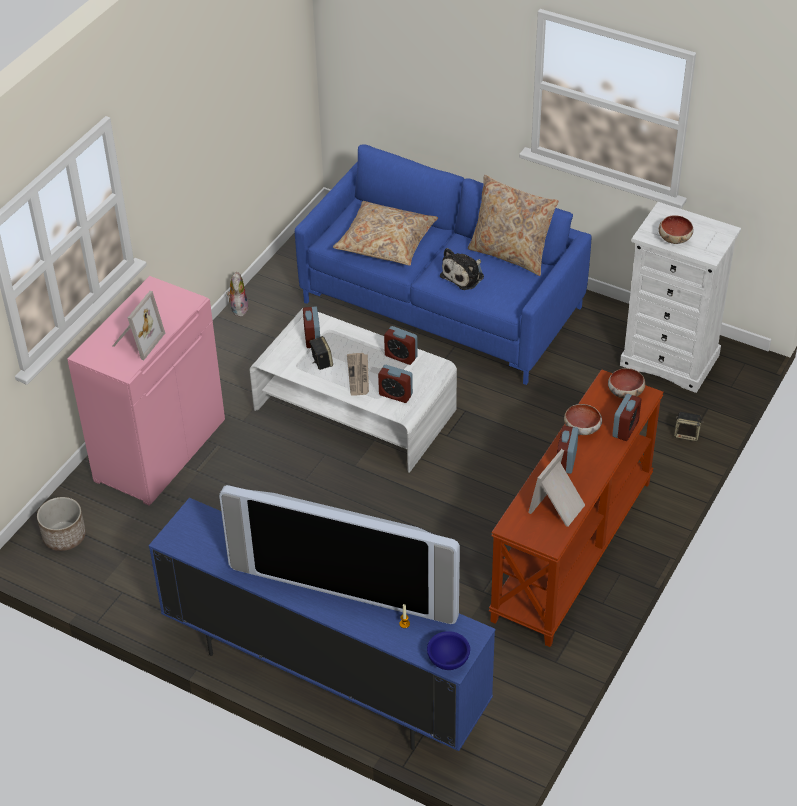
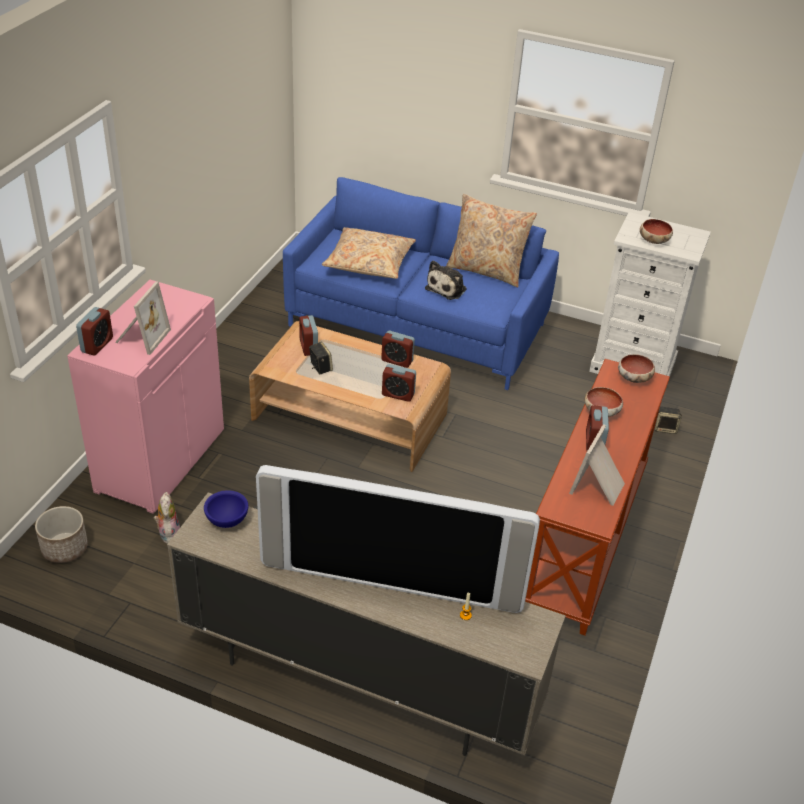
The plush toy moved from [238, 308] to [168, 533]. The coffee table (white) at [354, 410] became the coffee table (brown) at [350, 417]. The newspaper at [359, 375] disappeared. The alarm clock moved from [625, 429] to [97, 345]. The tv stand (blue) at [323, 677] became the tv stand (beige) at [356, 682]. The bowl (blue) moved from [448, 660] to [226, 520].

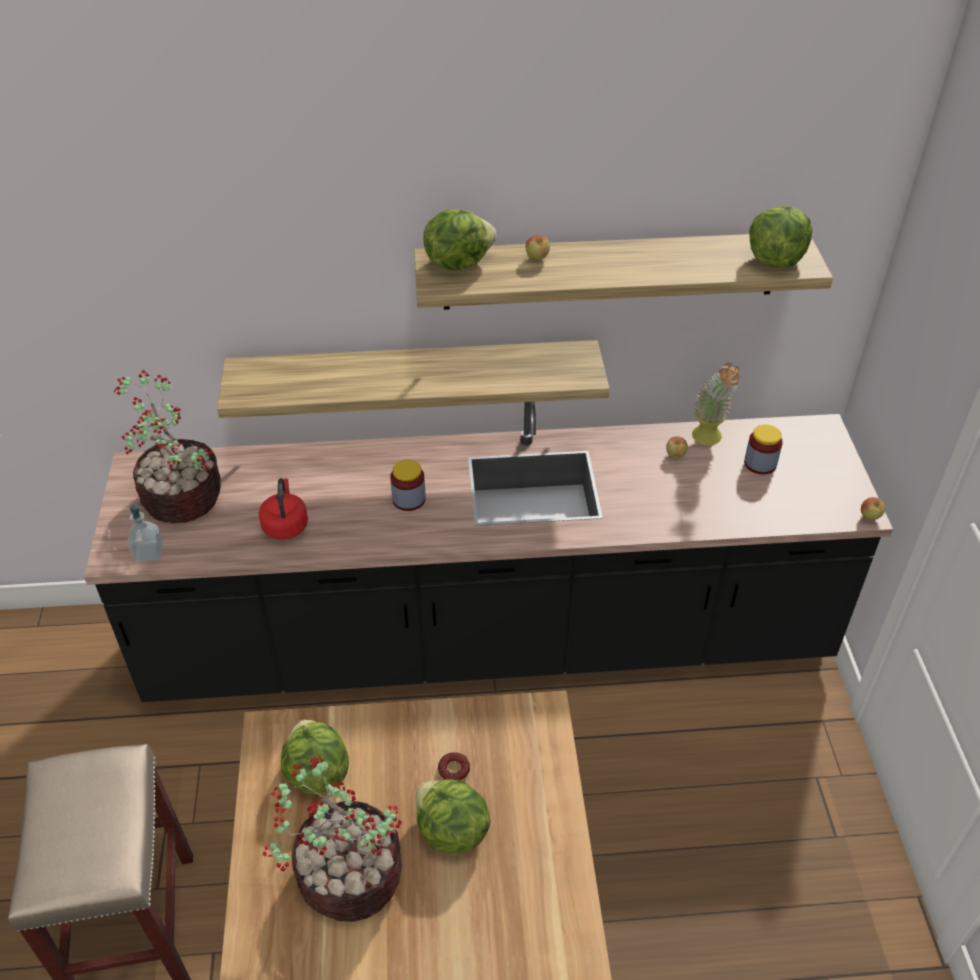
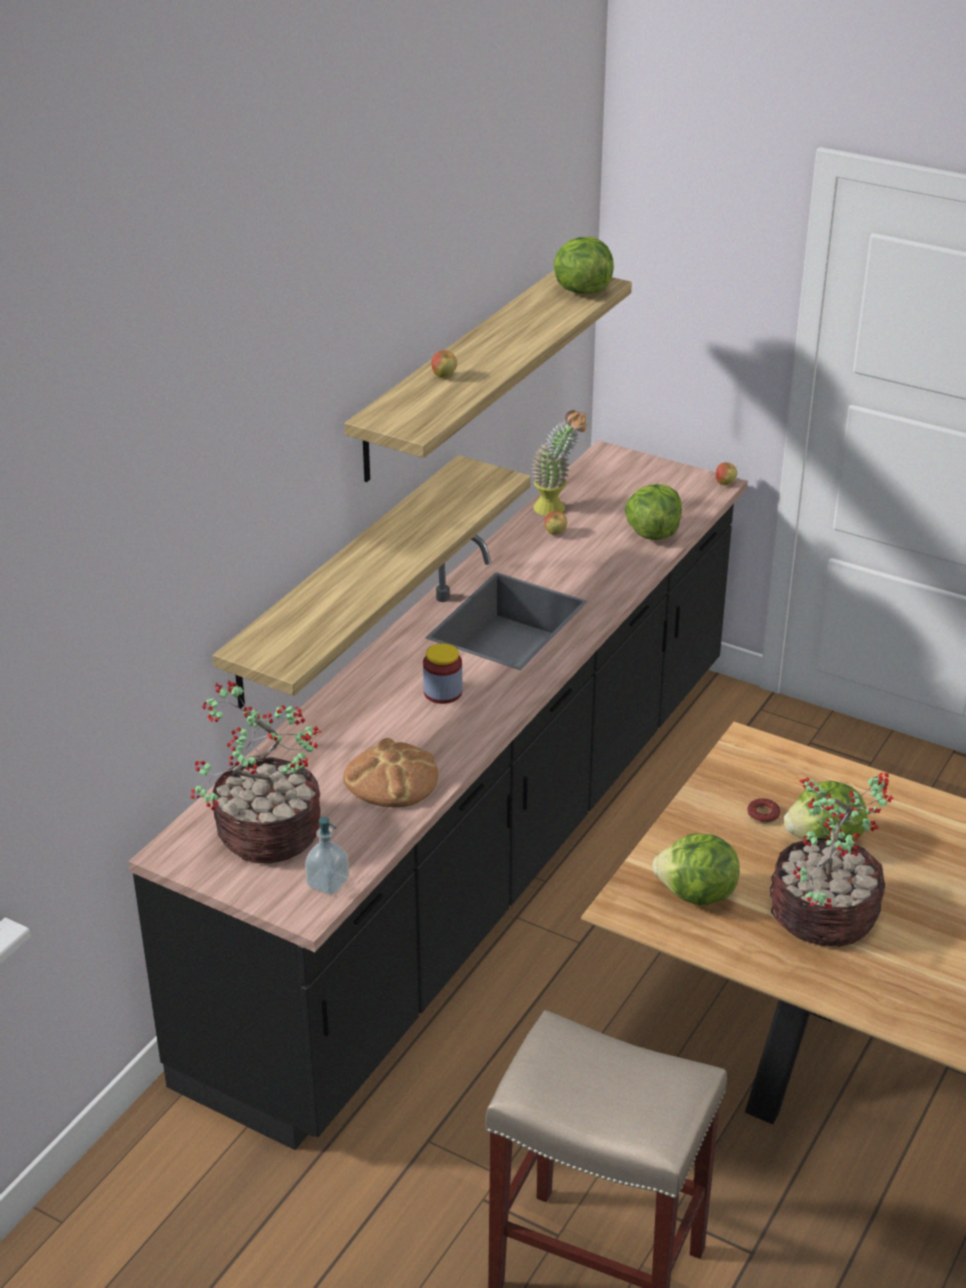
The lettuce moved from [457, 262] to [652, 533]. The jar at [760, 463] disappeared. The kettle (red) at [285, 525] was replaced by the bread at [391, 779].

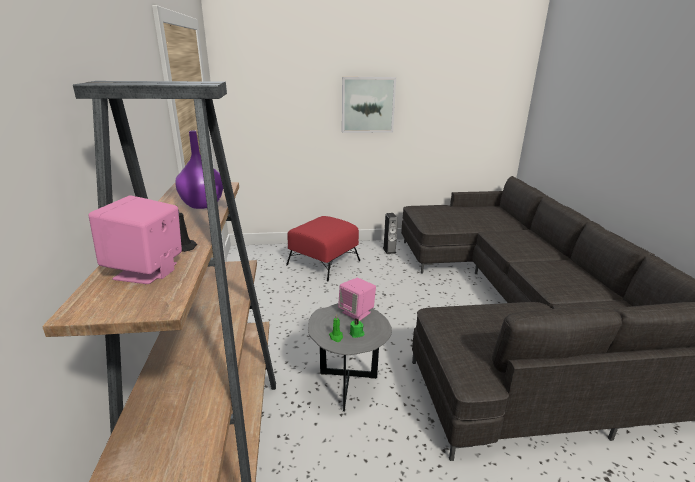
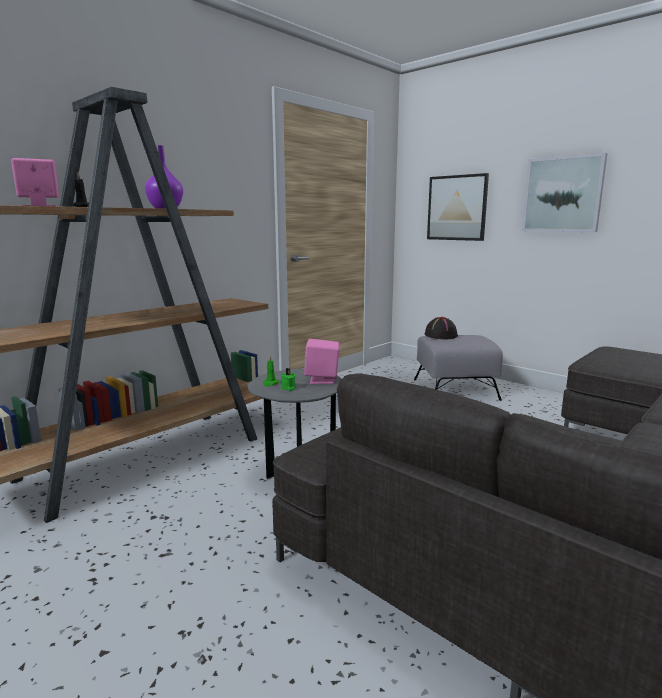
The speaker at [389, 250] disappeared. The ottoman (red) at [323, 263] became the ottoman (grey) at [454, 389]. The picture at [457, 208] appeared. The hat (black) at [440, 335] appeared.

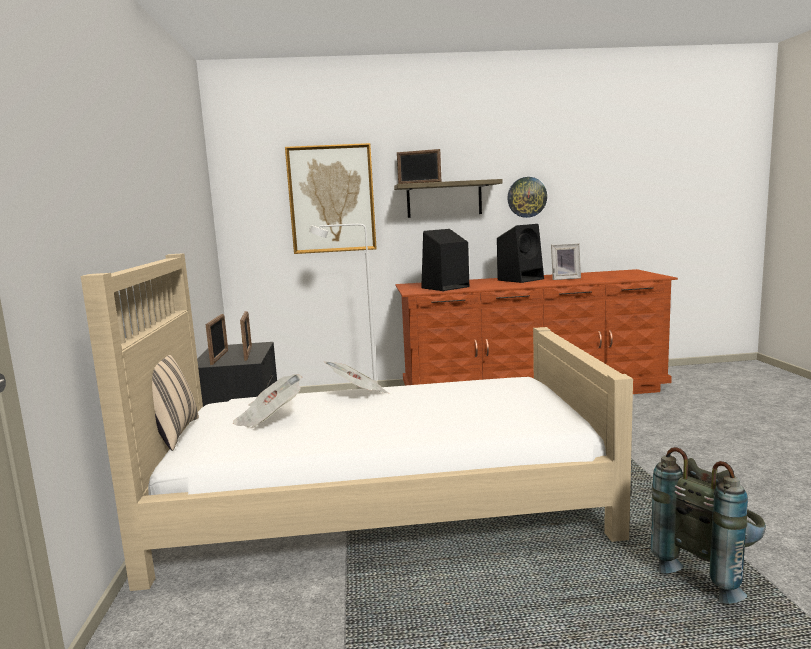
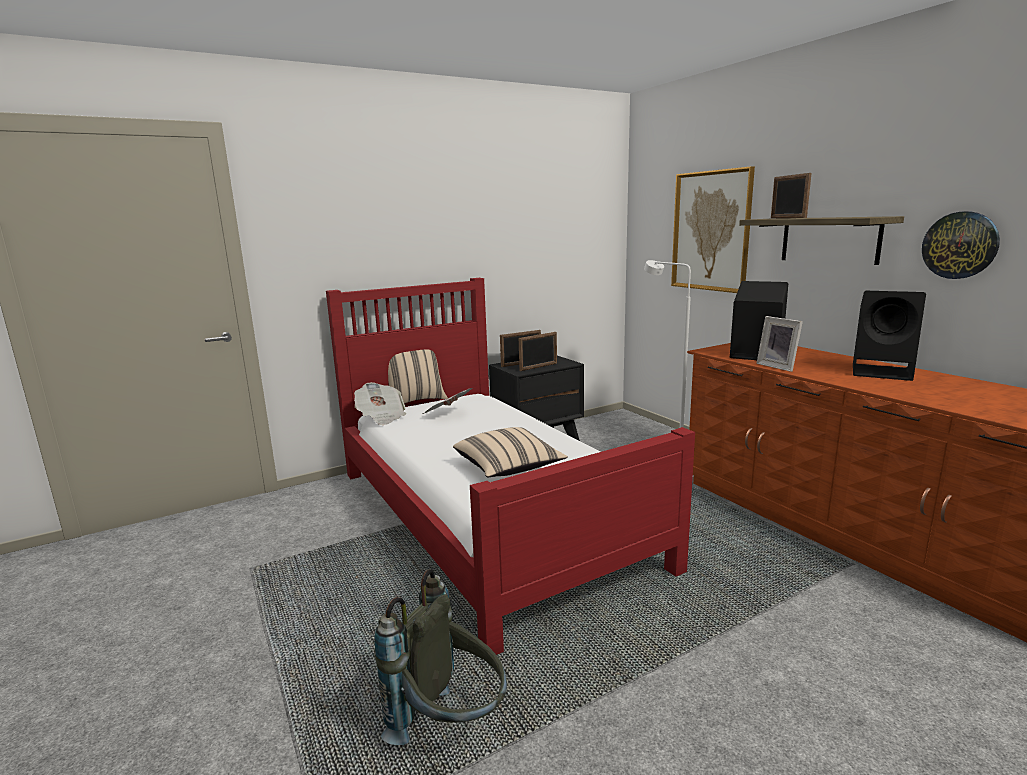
The picture frame moved from [565, 278] to [778, 366]. The bed (beige) at [379, 502] became the bed (red) at [486, 515]. The newspaper moved from [358, 393] to [381, 417]. The pillow (beige) at [508, 468] appeared.

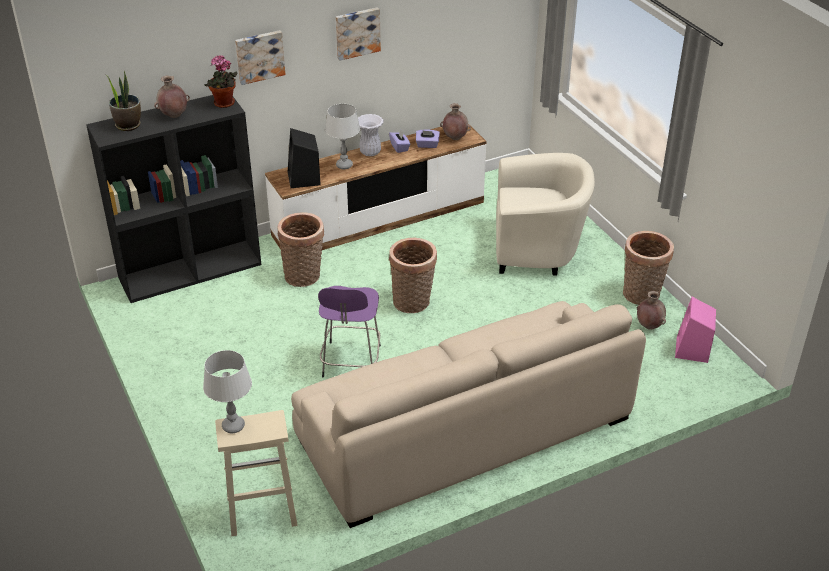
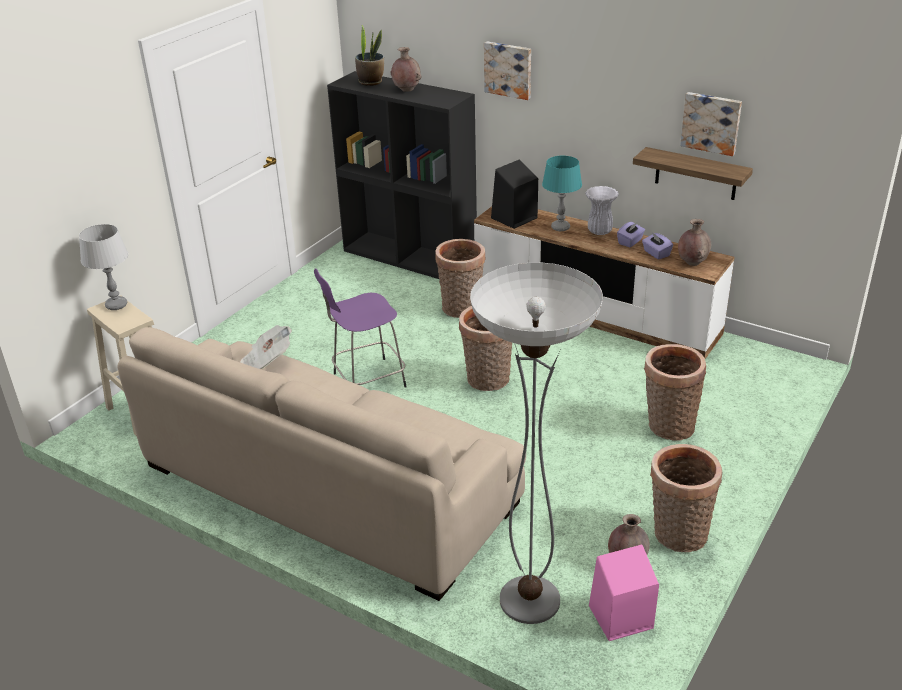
The picture moved from [357, 32] to [711, 123]. The potted plant at [224, 104] disappeared. The table lamp (grey) at [344, 165] became the table lamp (turquoise) at [560, 227]. The armchair (beige) at [538, 250] was replaced by the basket at [668, 426]. The shelf at [696, 174] appeared. The floor lamp at [529, 600] appeared. The newspaper at [267, 360] appeared.

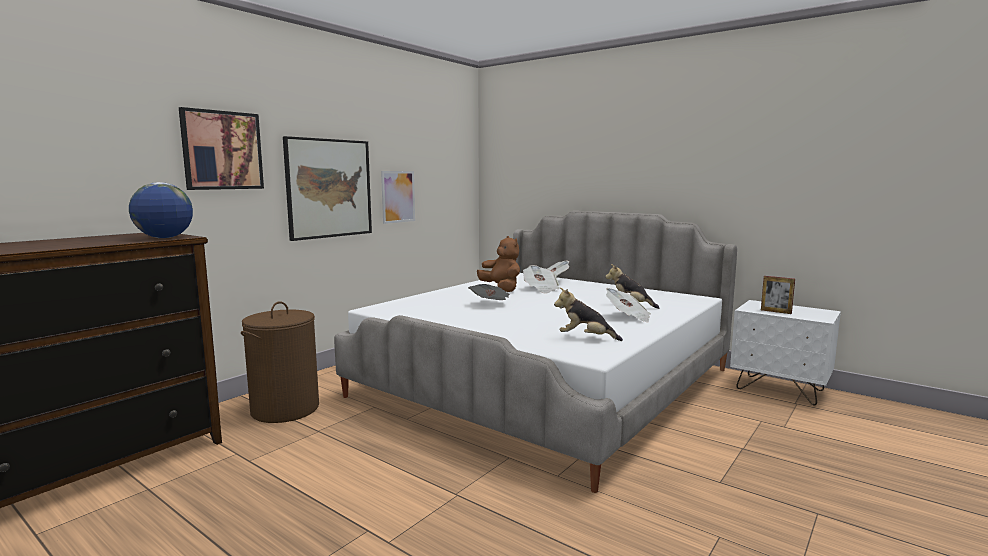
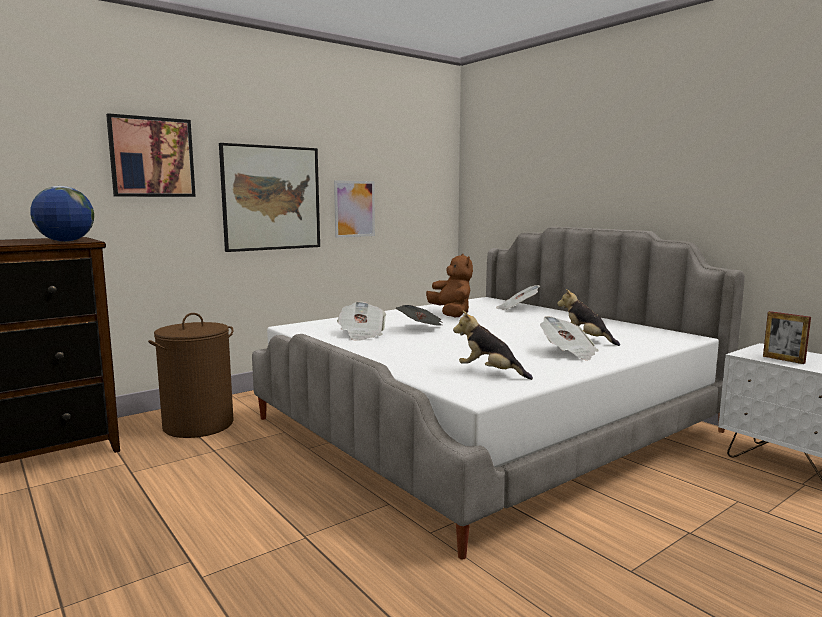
The newspaper moved from [541, 289] to [362, 334].

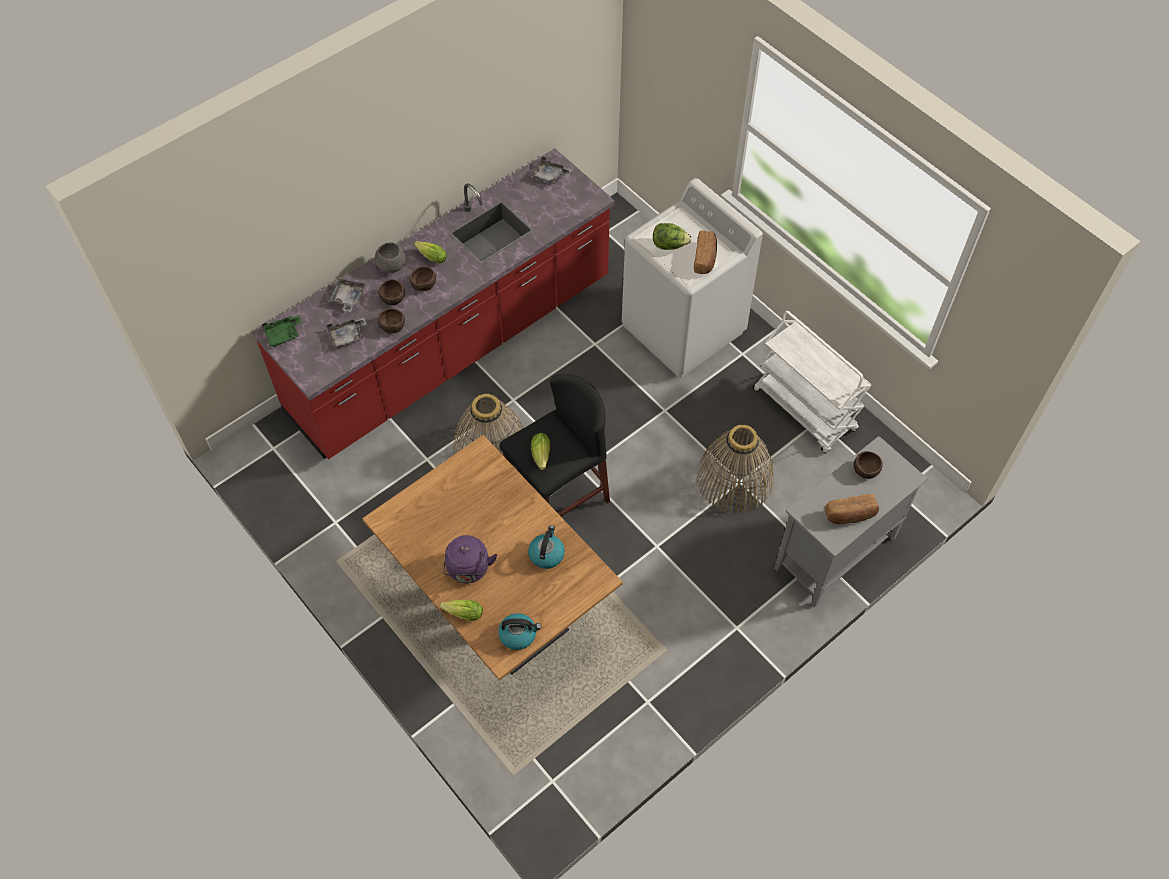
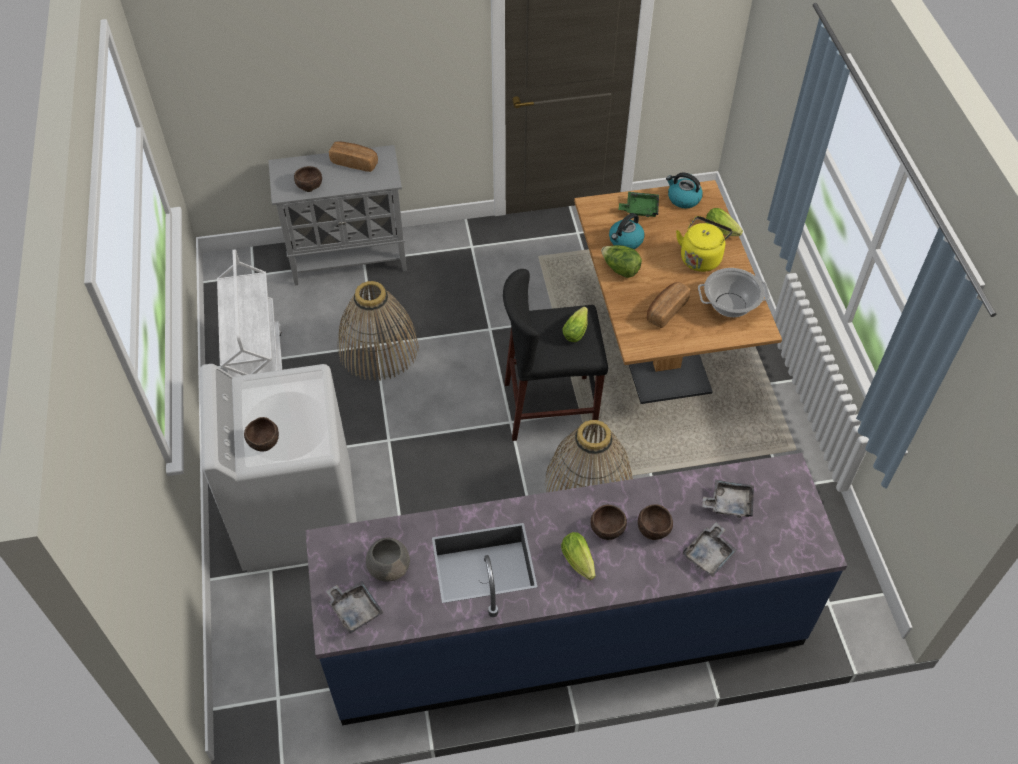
The counter (red) at [452, 346] became the counter (blue) at [565, 629]. The lettuce moved from [669, 245] to [620, 269]. The bread moved from [705, 258] to [666, 310]. The bowl (grey) moved from [392, 266] to [389, 566]. The bowl (brown) moved from [392, 325] to [263, 441]. The tray (green) moved from [283, 334] to [640, 209]. The kettle (purple) at [468, 570] became the kettle (yellow) at [701, 257]. The cooking pot at [730, 305] appeared.

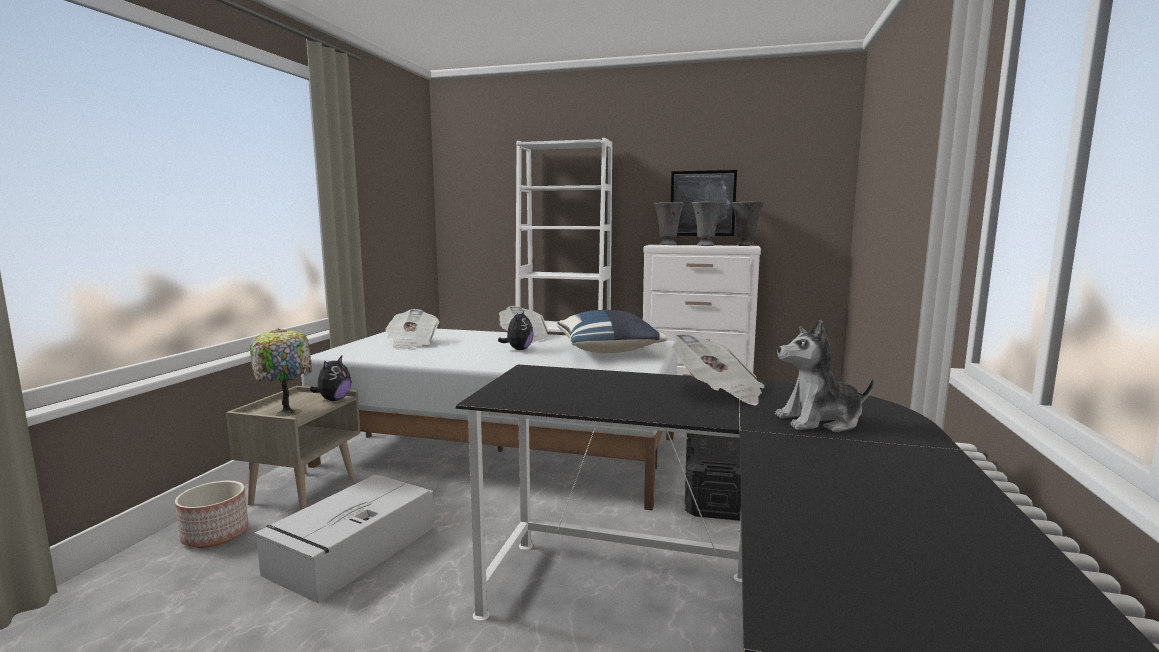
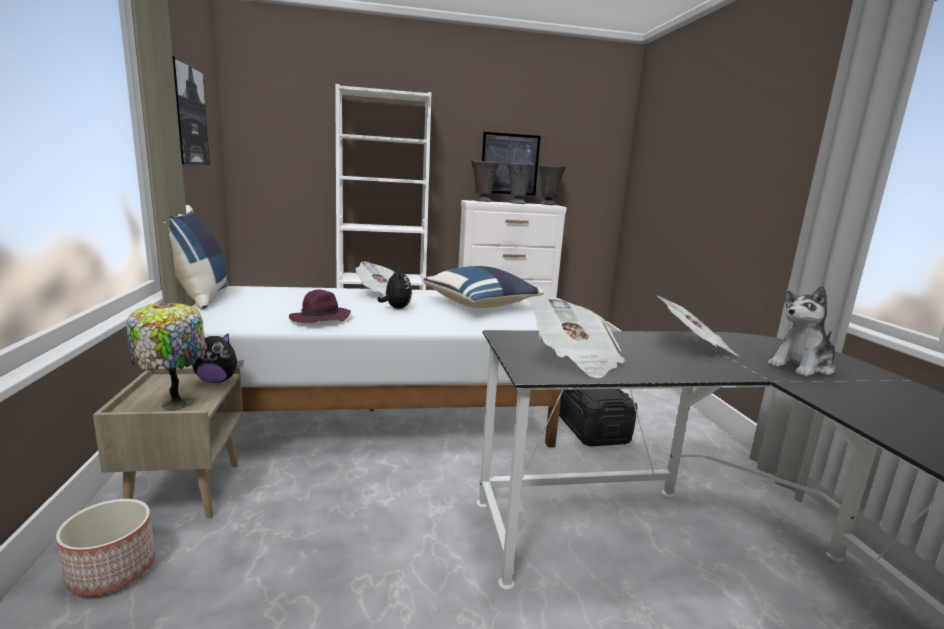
The newspaper moved from [411, 344] to [576, 360]. The plush toy at [334, 400] turned 90 degrees clockwise. The storage box (grey) at [351, 551] disappeared. The picture at [186, 115] appeared. The pillow (blue) at [199, 297] appeared. The hat (purple) at [320, 319] appeared.

